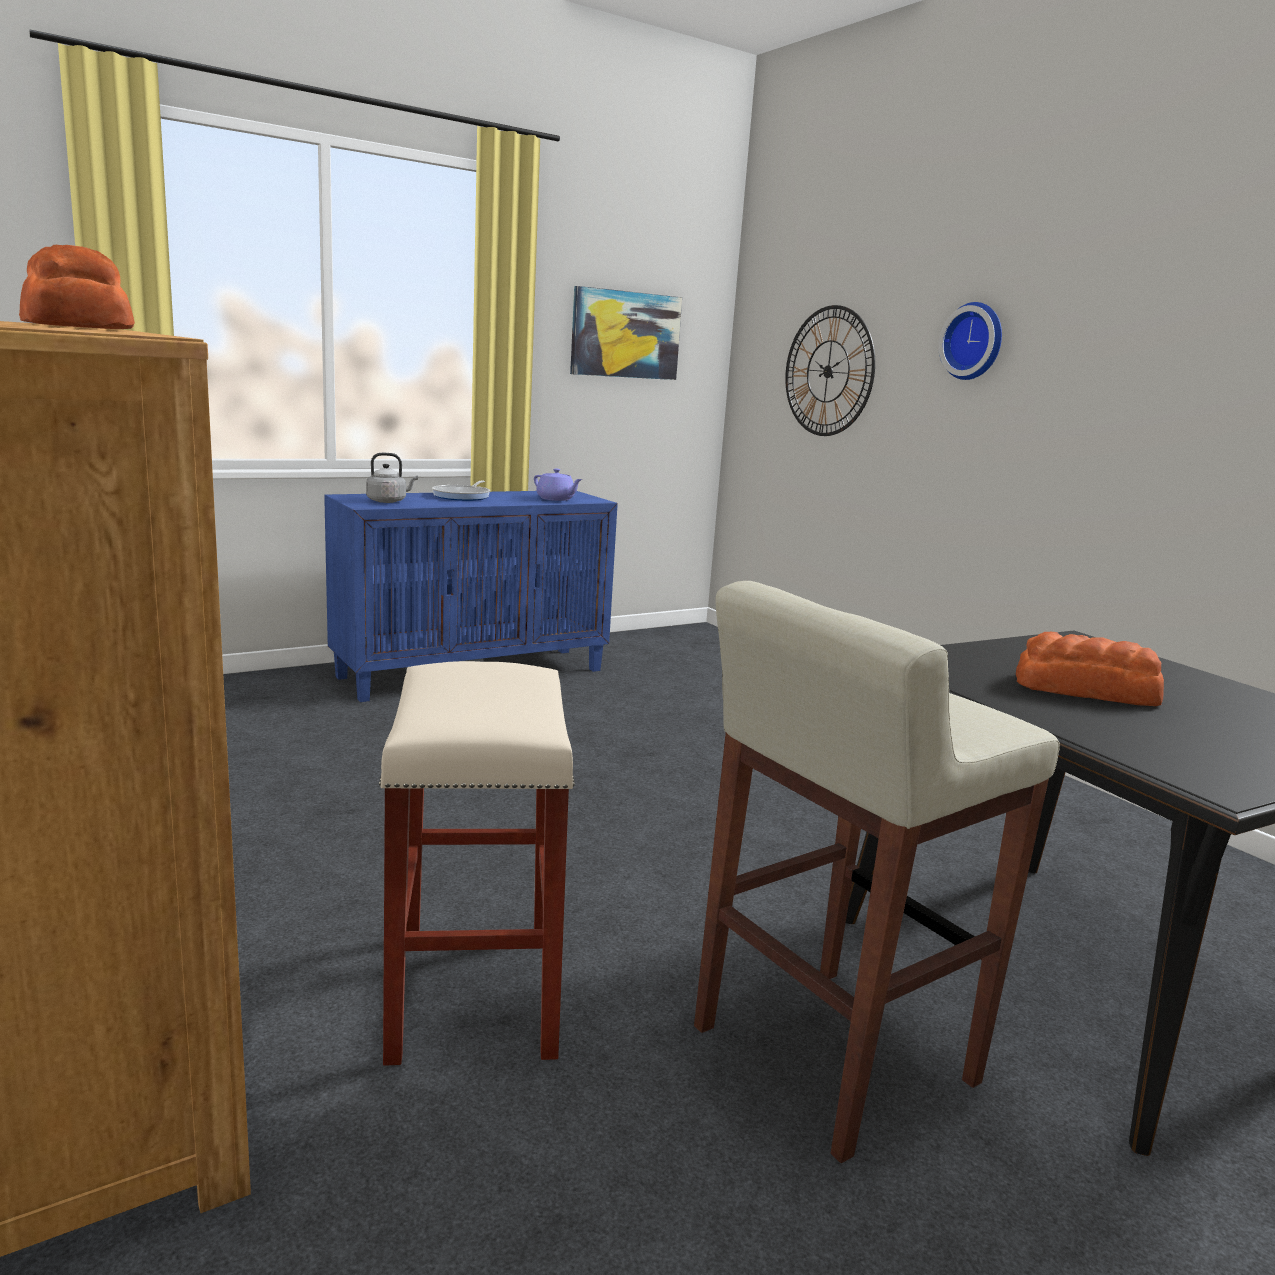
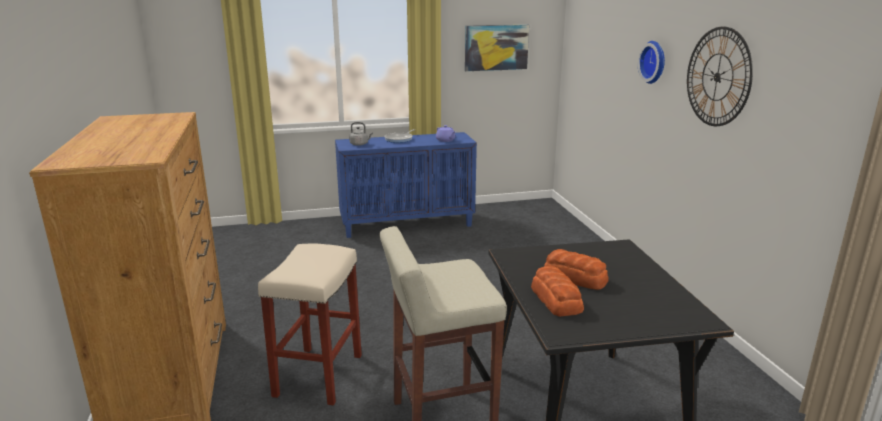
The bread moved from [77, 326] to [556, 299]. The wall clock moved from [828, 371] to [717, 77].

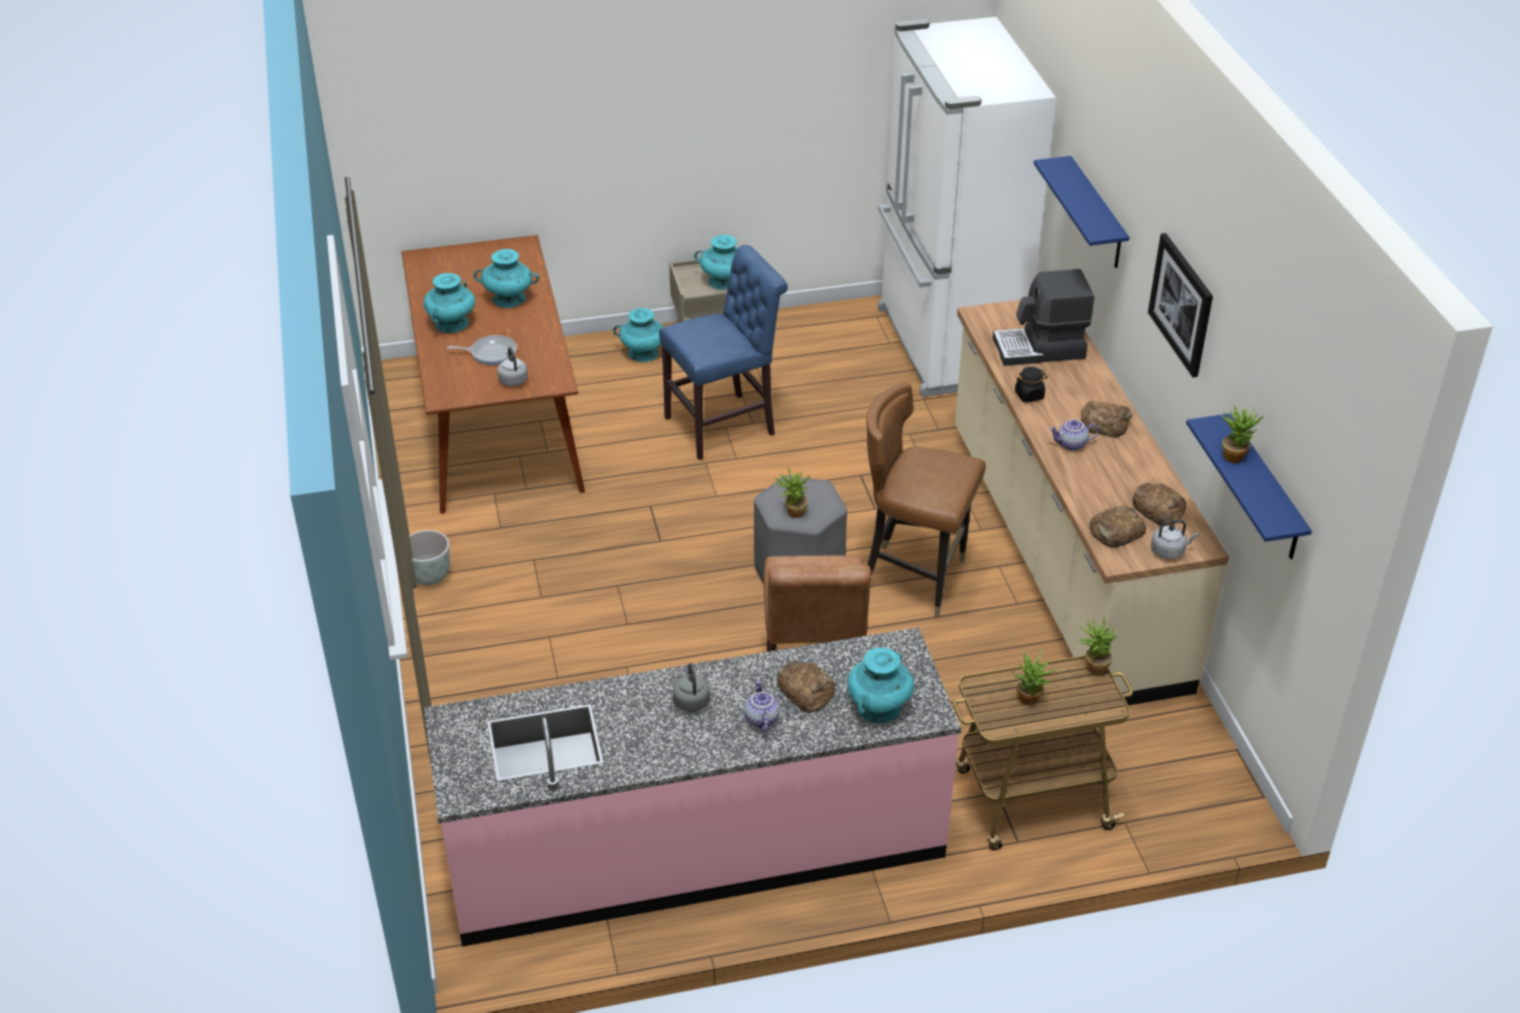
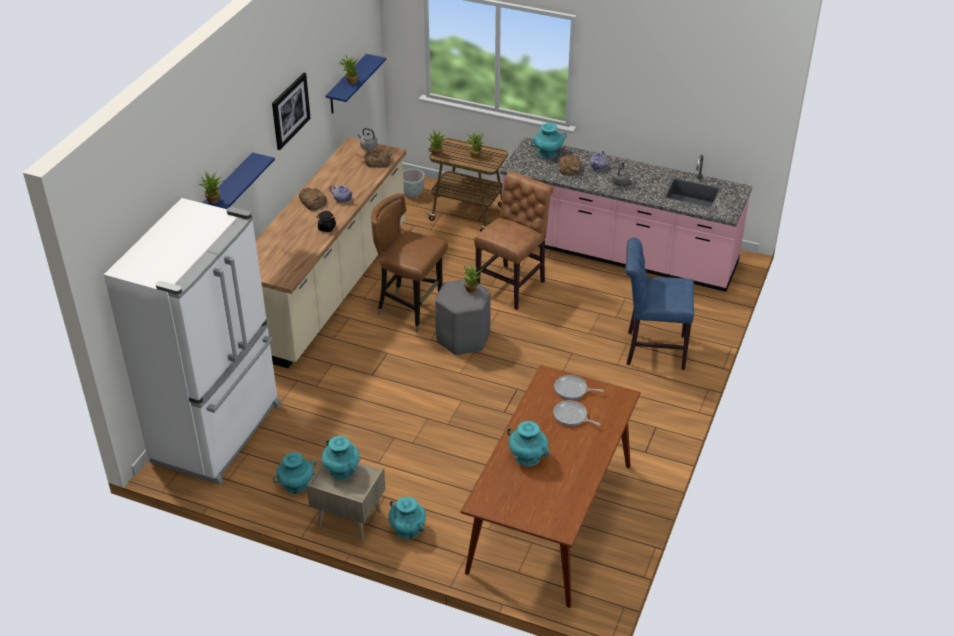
The chair (blue) moved from [725, 425] to [651, 350]. The coffee machine at [1040, 349] disappeared. The vase (turquoise) moved from [451, 324] to [296, 484]. The kettle (grey) at [513, 379] was replaced by the frying pan at [572, 390]. The chair (brown) at [914, 579] turned 150 degrees clockwise. The bread at [1158, 509] disappeared. The planter (grey) moved from [429, 576] to [412, 193]. The potted plant at [214, 202] appeared.

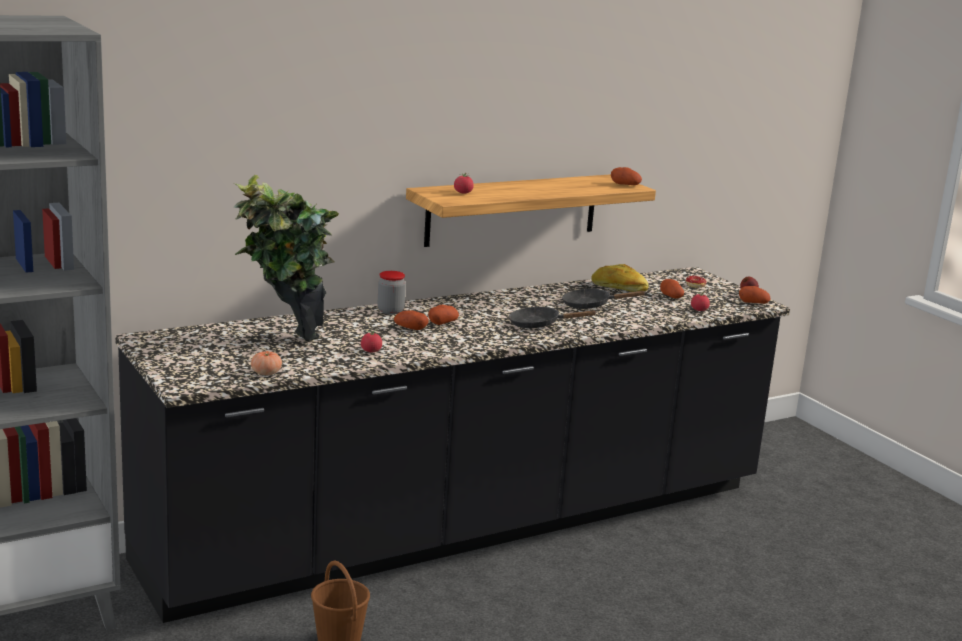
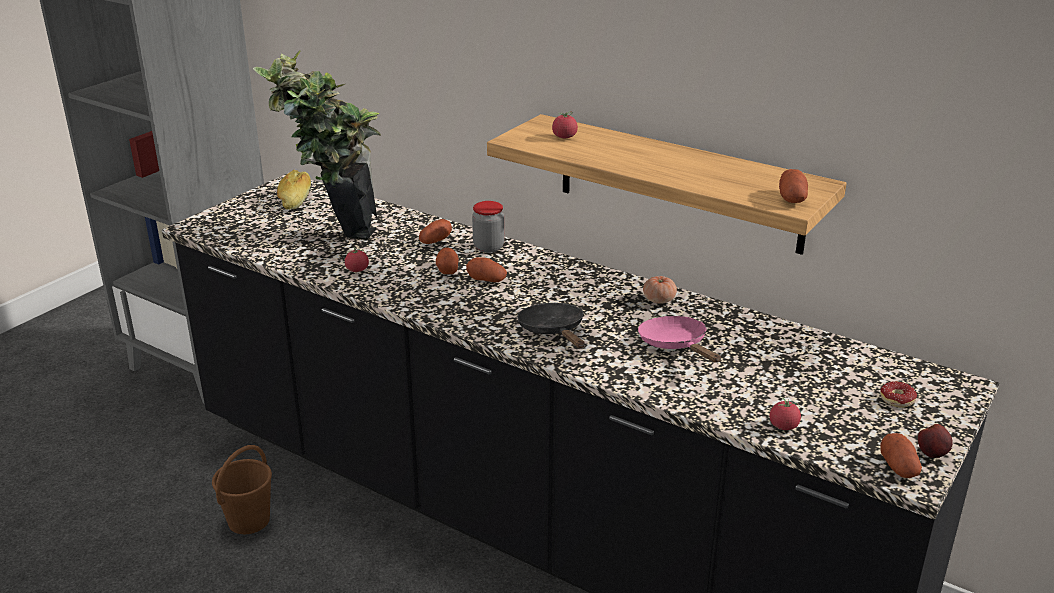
The bread moved from [619, 289] to [296, 200]. The potato moved from [671, 297] to [435, 241]. The frying pan (black) at [591, 305] became the frying pan (pink) at [676, 345]. The tomato moved from [266, 373] to [659, 300].

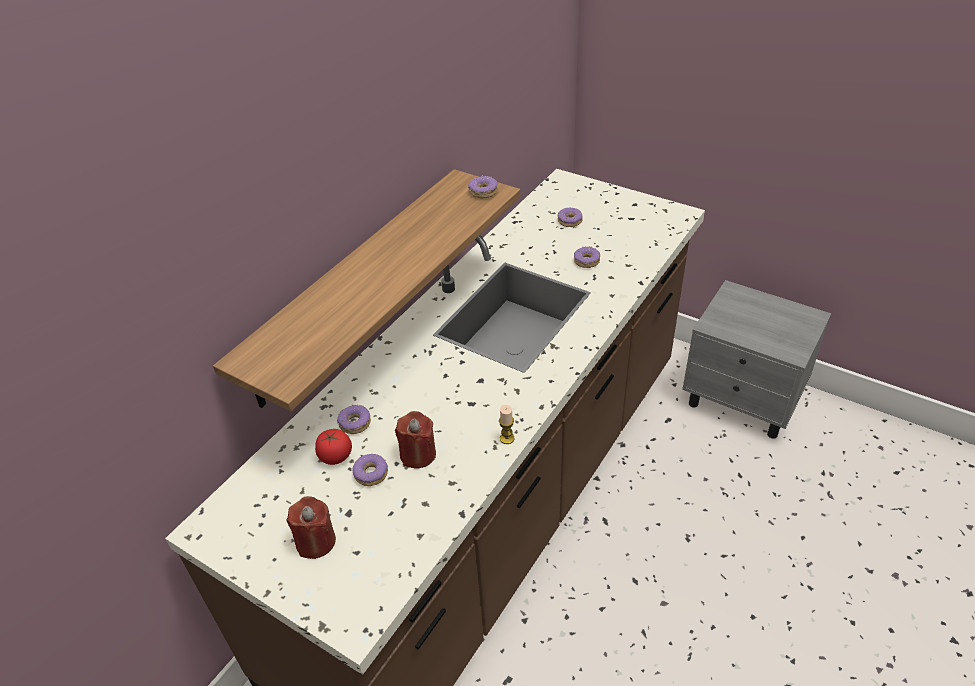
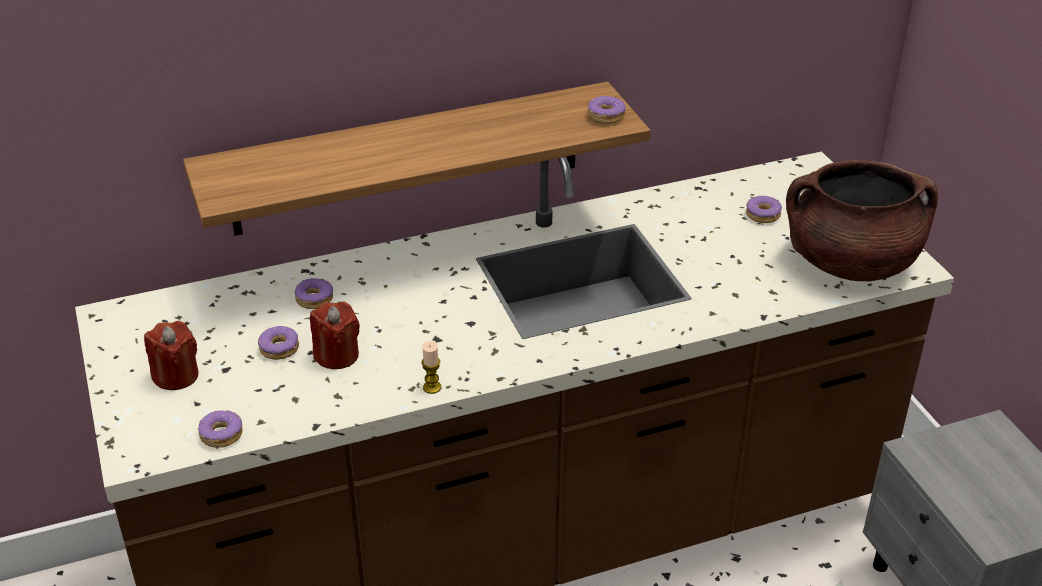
The donut moved from [586, 261] to [221, 435]. The tomato at [335, 456] disappeared. The cooking pot (brown) at [850, 263] appeared.

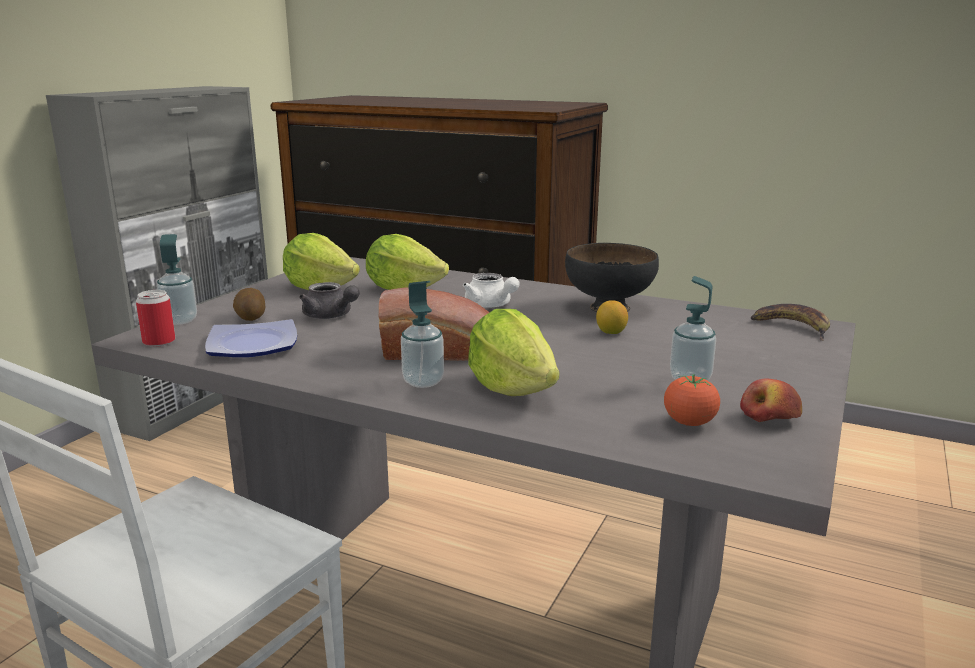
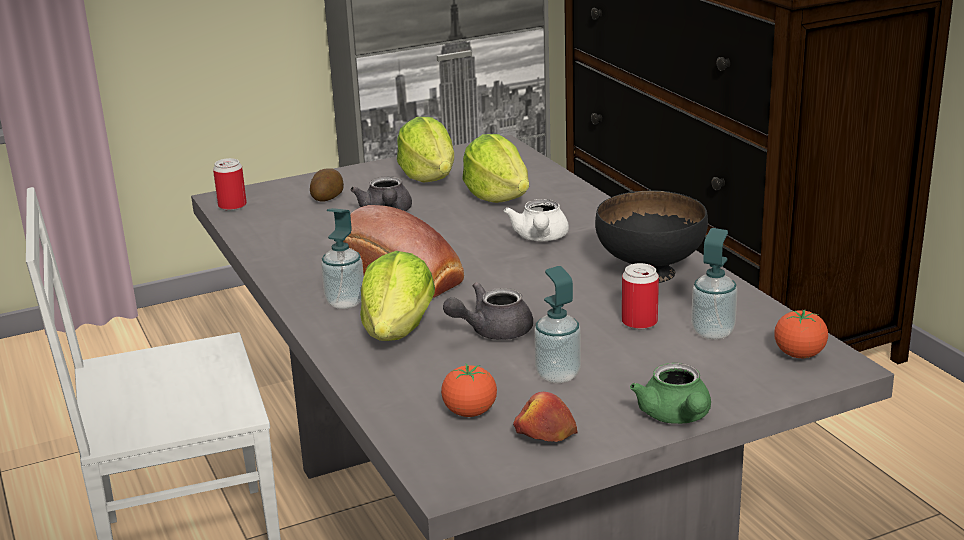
The soap dispenser moved from [180, 320] to [713, 332]. The lemon at [611, 332] disappeared. The banana at [792, 327] was replaced by the tomato at [799, 355]. The plate at [251, 344] disappeared. The can at [639, 322] appeared. The teapot (grey) at [492, 331] appeared. The teapot (green) at [676, 417] appeared.

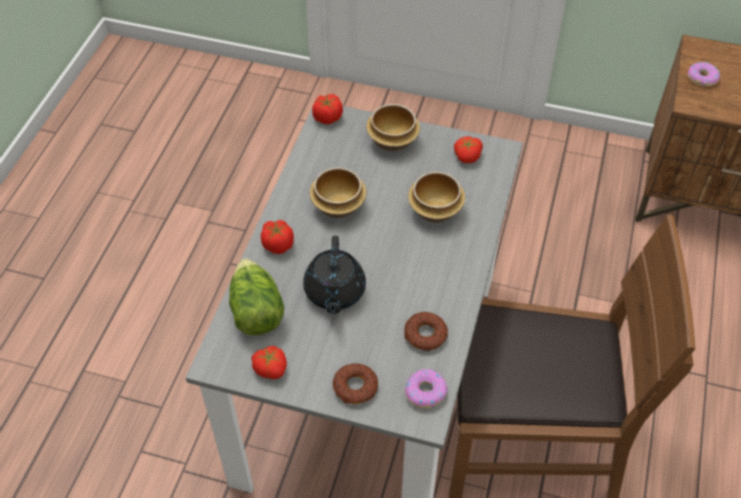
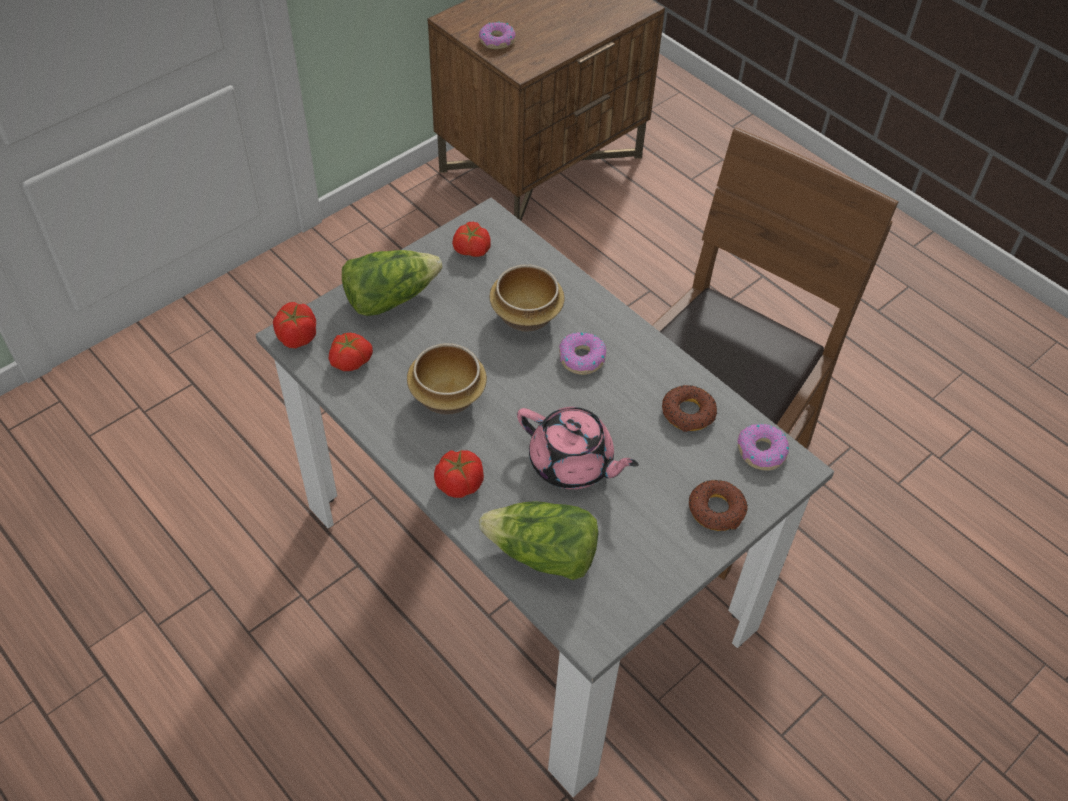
The bowl at [392, 140] was replaced by the lettuce at [390, 297]. The teapot (black) at [334, 292] became the teapot (pink) at [572, 463]. The tomato moved from [271, 368] to [350, 360]. The donut at [581, 358] appeared.

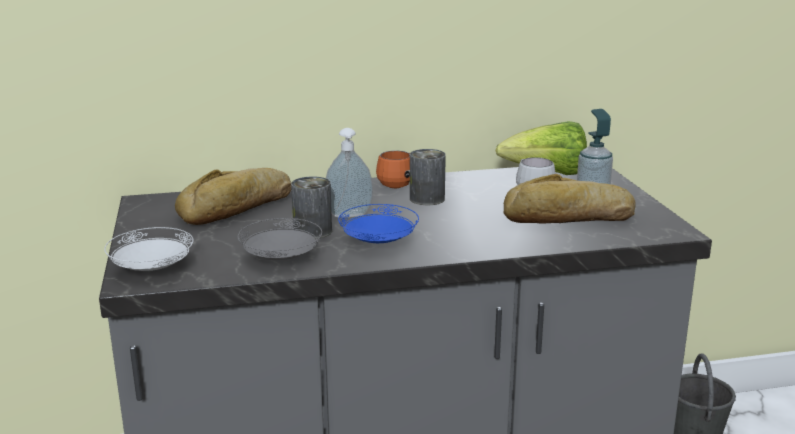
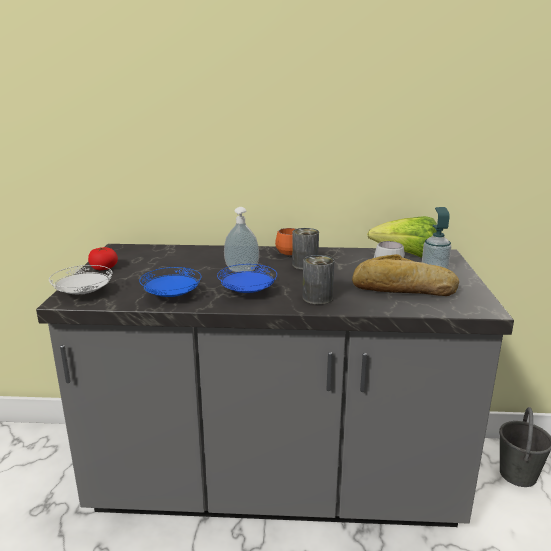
The bread at [239, 207] disappeared. The can moved from [312, 231] to [317, 298]. The plate (grey) at [281, 259] became the plate (blue) at [171, 296]. The tomato at [103, 268] appeared.

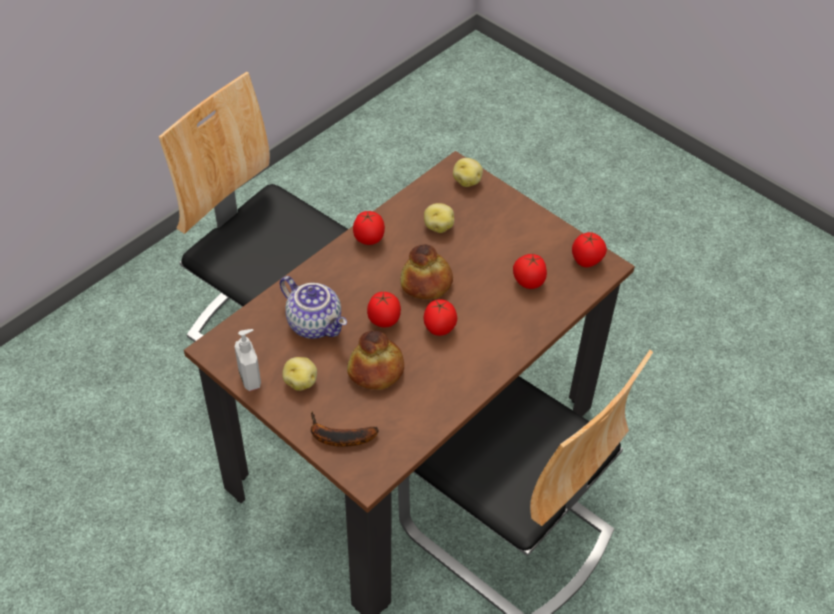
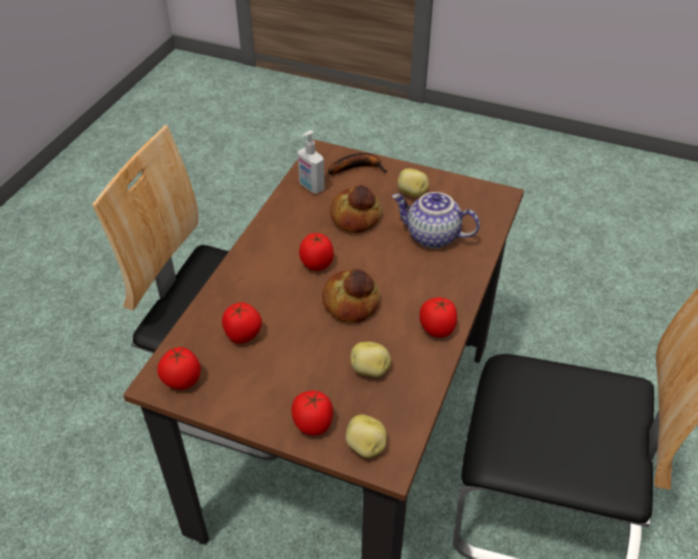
The tomato moved from [384, 321] to [313, 424]. The soap dispenser moved from [251, 378] to [311, 187].

